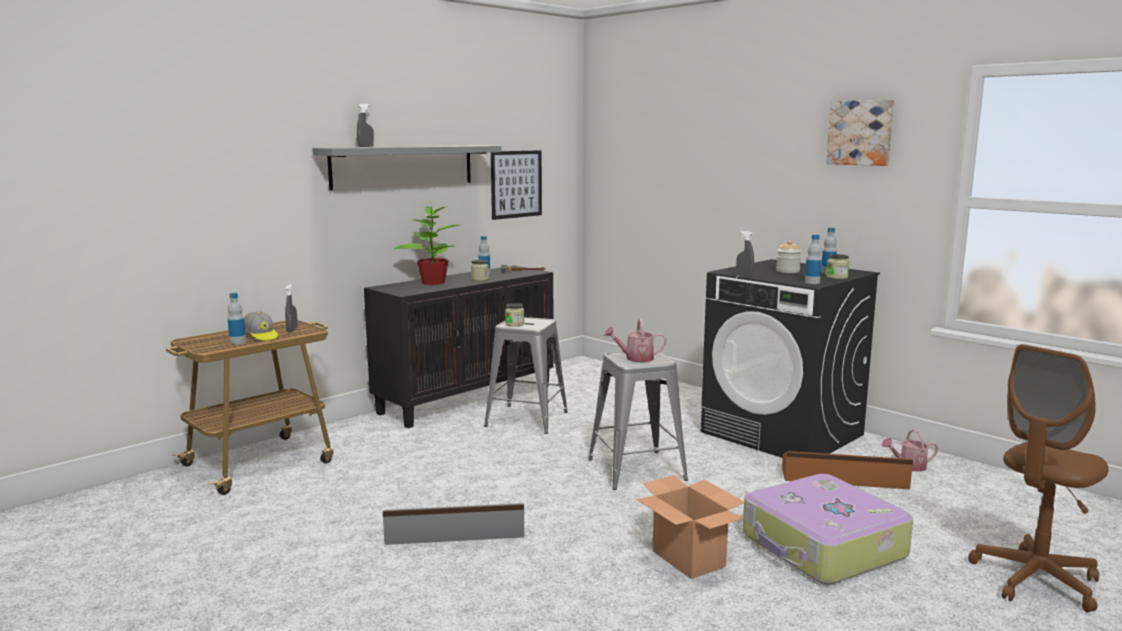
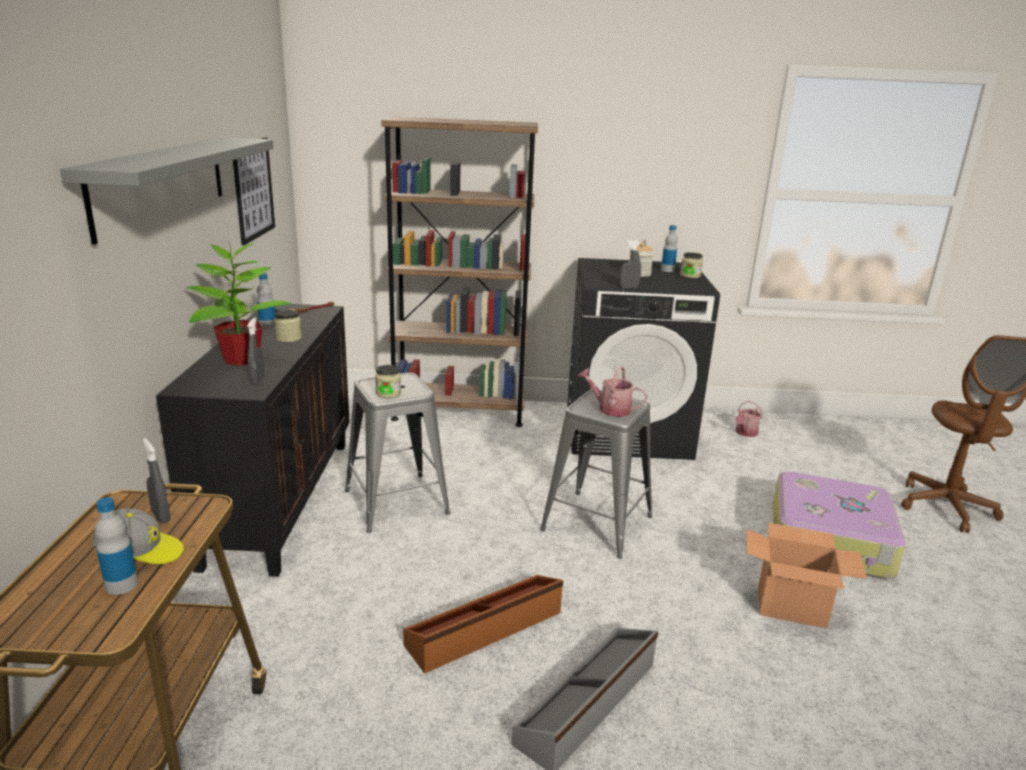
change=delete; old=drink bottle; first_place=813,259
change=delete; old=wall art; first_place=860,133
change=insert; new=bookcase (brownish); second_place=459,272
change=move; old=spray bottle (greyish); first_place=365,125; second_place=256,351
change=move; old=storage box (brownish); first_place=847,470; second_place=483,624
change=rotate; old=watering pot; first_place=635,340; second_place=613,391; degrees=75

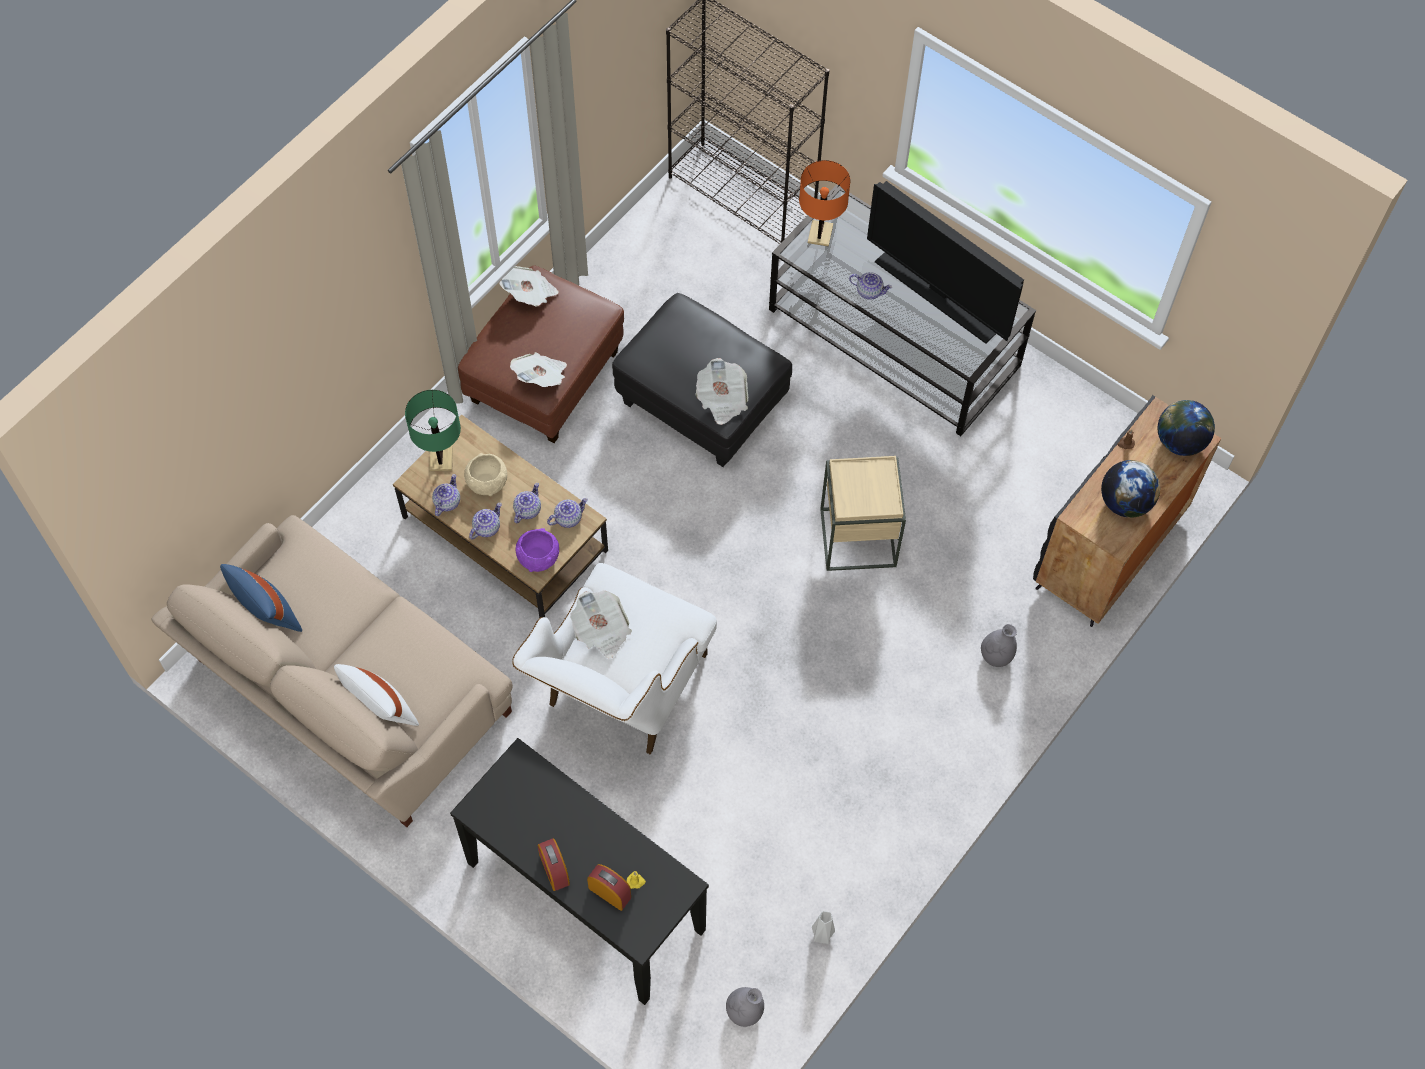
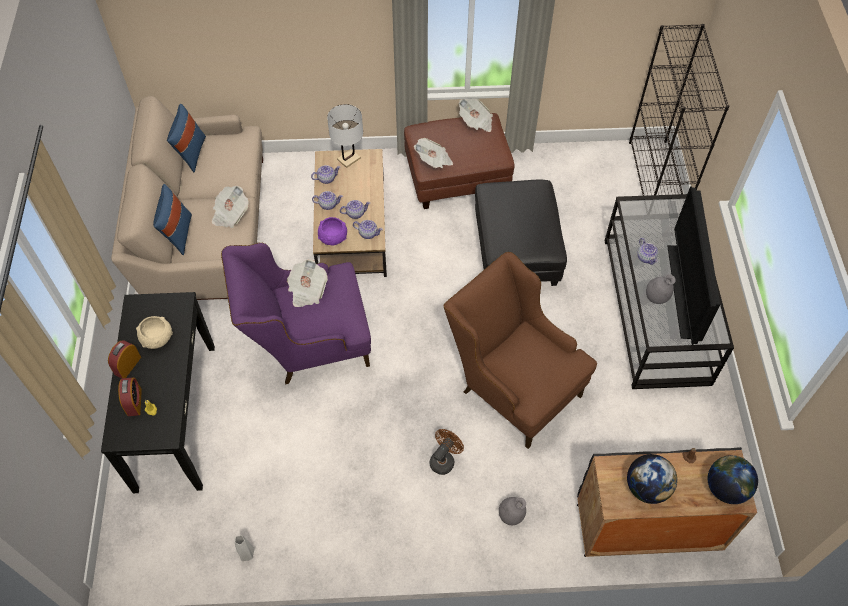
change=delete; old=lamp for a table (orange); first_place=824,203
change=insert; new=cooling fan (brownish); second_place=447,452
change=move; old=deep dish (beige); first_place=485,474; second_place=154,332
change=move; old=daily paper; first_place=721,391; second_place=230,207
change=move; old=flower vase (greyish); first_place=745,1007; second_place=661,289
change=replace; old=end table (beige); new=lounge chair (brownish); first_place=863,513; second_place=520,350
change=recolor; old=cushion (white); new=cushion (bluish); first_place=376,695; second_place=172,219
change=recolor; old=lamp for a table (green-coloured); new=lamp for a table (white); first_place=433,430; second_place=345,136
change=recolor; old=lounge chair (white); new=lounge chair (purple); first_place=614,659; second_place=296,313

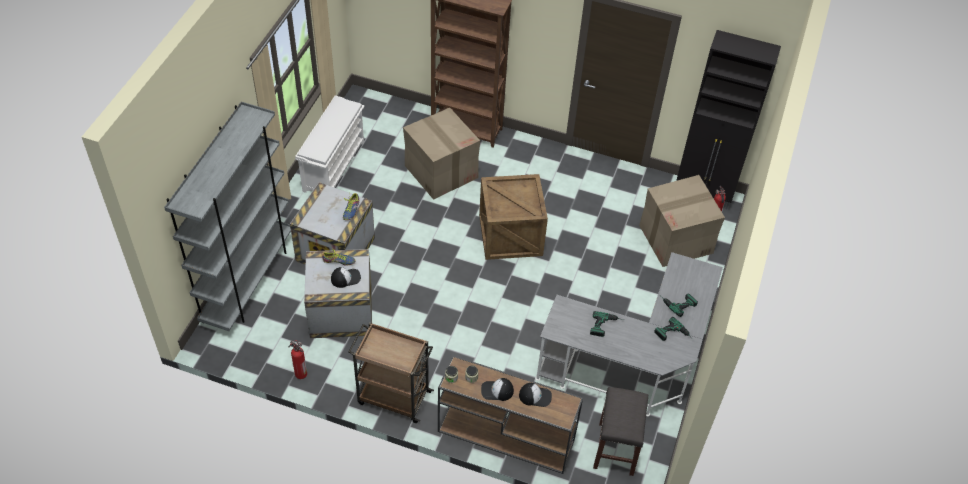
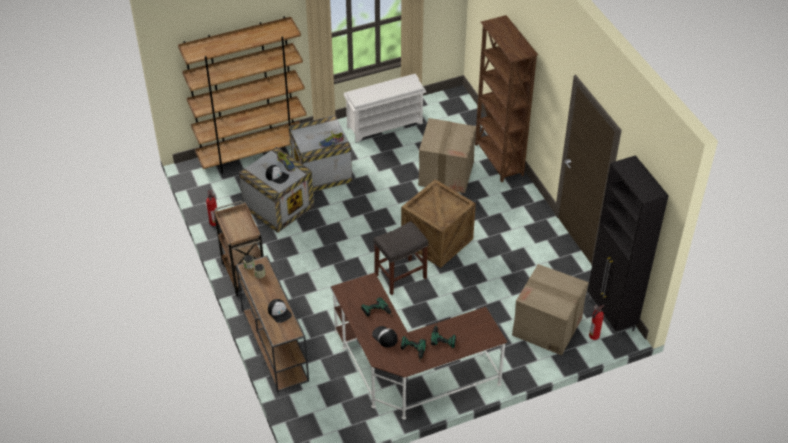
change=move; old=peaked cap; first_place=497,389; second_place=385,336
change=move; old=stool seat (greyish); first_place=620,431; second_place=401,258
change=recolor; old=bookcase (greyish); new=bookcase (brownish); first_place=227,216; second_place=242,95
change=recolor; old=desk (greyish); new=desk (brownish); first_place=629,334; second_place=419,346

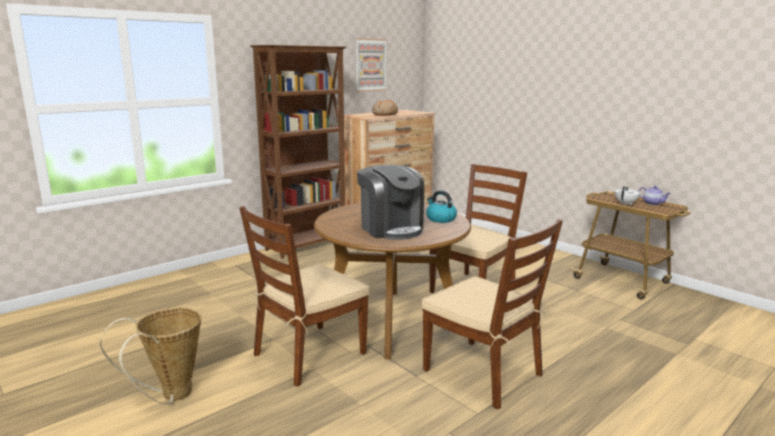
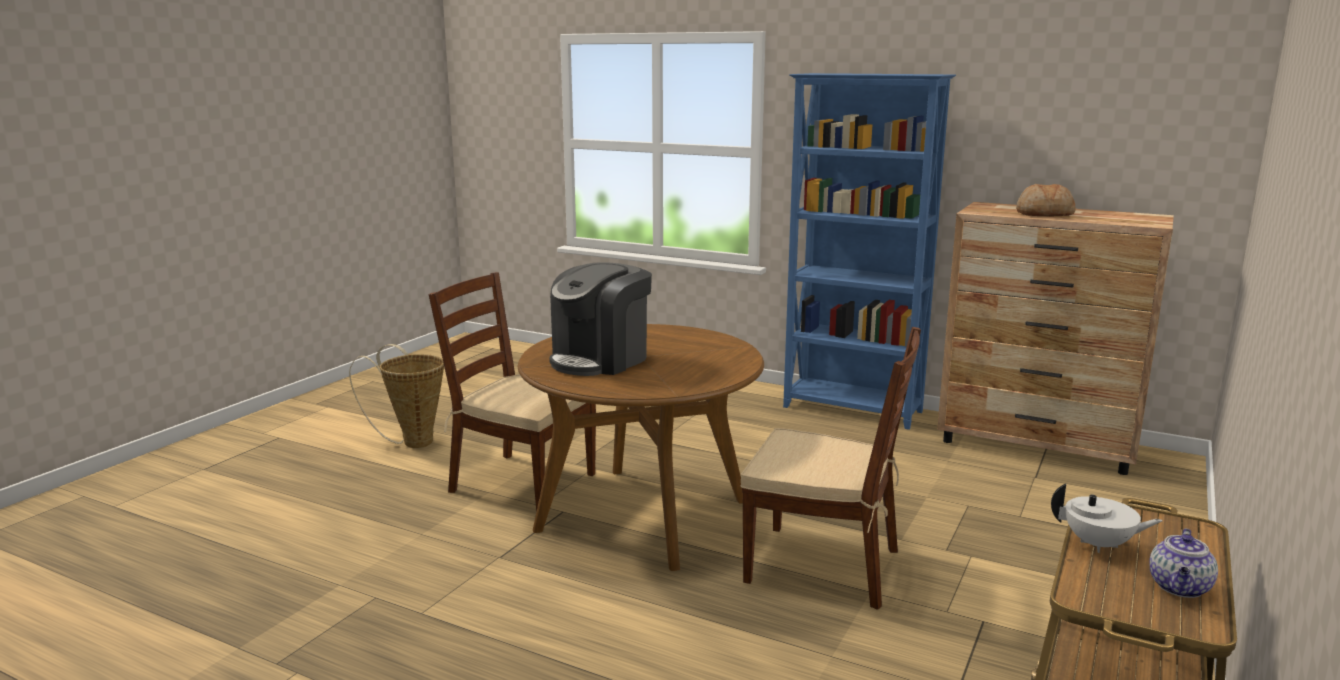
change=delete; old=wall art; first_place=371,65
change=delete; old=plain chair (brownish); first_place=492,314
change=delete; old=kettle; first_place=441,207
change=recolor; old=bookcase (brownish); new=bookcase (bluish); first_place=298,152; second_place=869,251

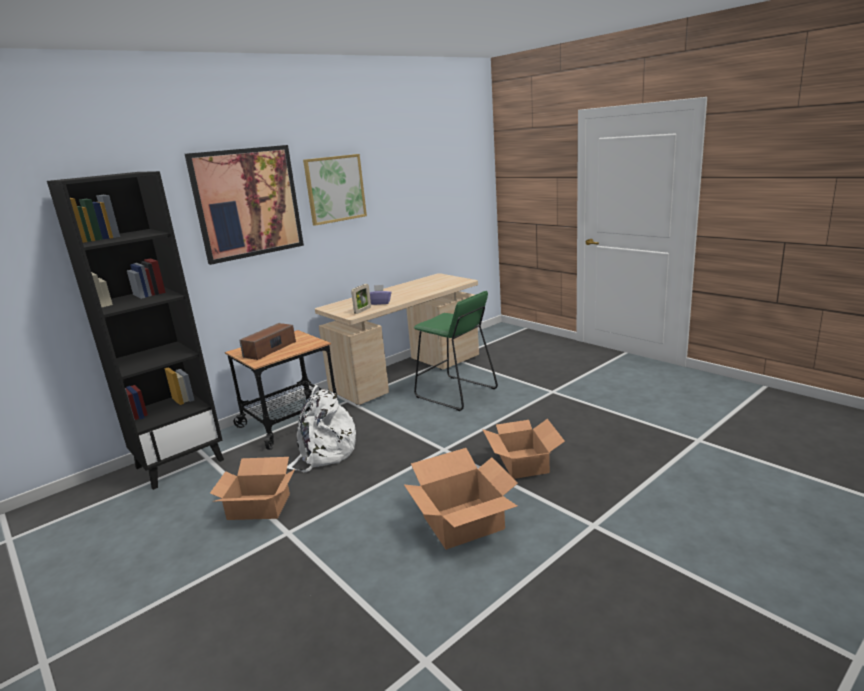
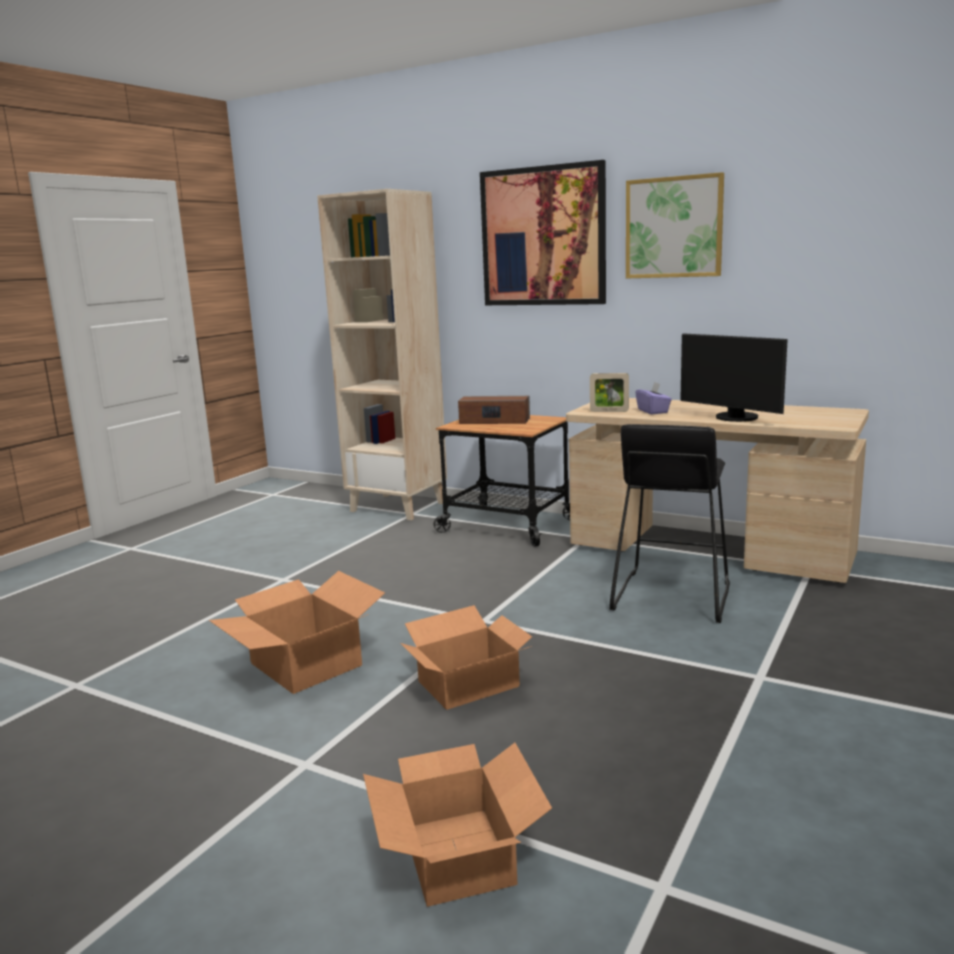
change=delete; old=knapsack (white); first_place=321,428
change=insert; new=computer screen; second_place=734,377
change=move; old=packing box; first_place=252,488; second_place=457,825
change=recolor; old=bookcase (blackish); new=bookcase (beige); first_place=135,330; second_place=382,354
change=recolor; old=stool seat (green-coloured); new=stool seat (blackish); first_place=456,351; second_place=670,523

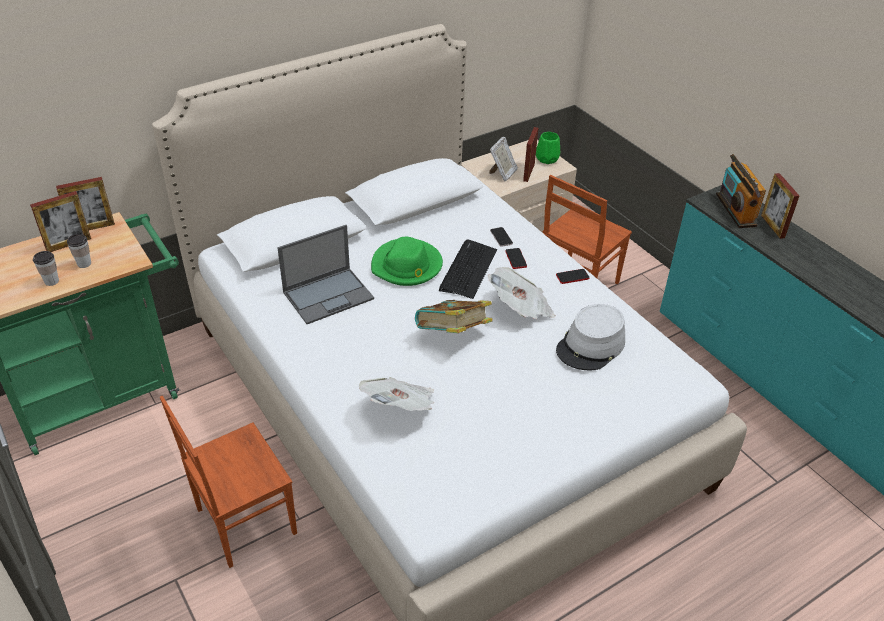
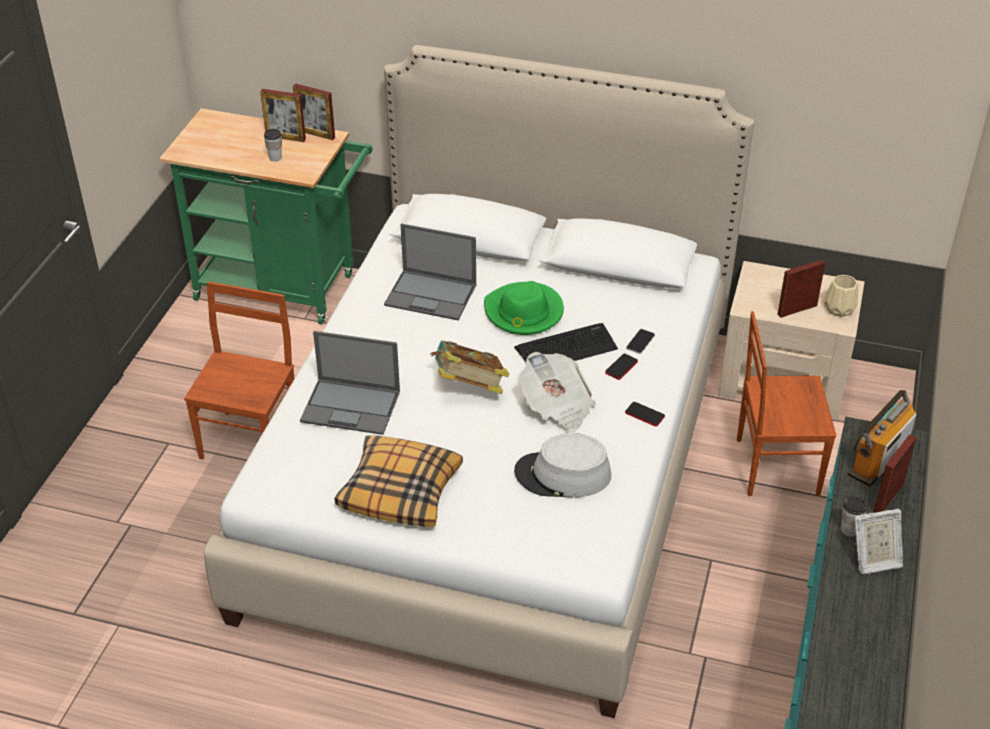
change=insert; new=cushion; second_place=399,481
change=move; old=cup; first_place=46,268; second_place=854,516
change=move; old=picture frame; first_place=503,159; second_place=878,541
change=replace; old=daily paper; new=portable computer; first_place=396,394; second_place=350,383
change=recolor; old=flower vase (green-coloured); new=flower vase (beige); first_place=548,148; second_place=841,296
change=rotate; old=plain chair (brownish); first_place=228,482; second_place=239,370; degrees=90

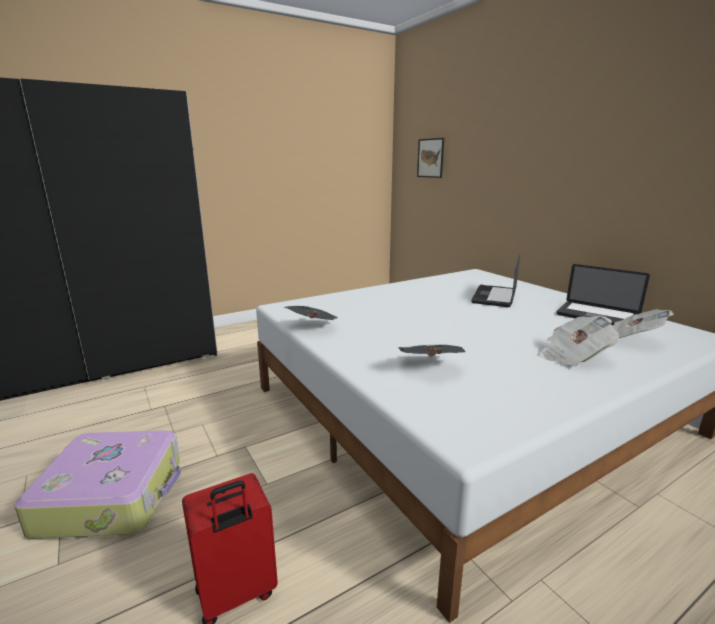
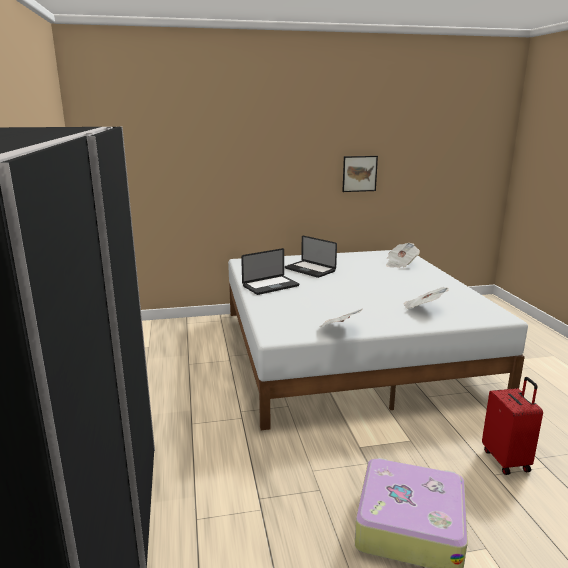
change=delete; old=daily paper; first_place=579,341
change=move; old=wall art; first_place=430,158; second_place=360,174
change=move; old=portable computer; first_place=603,294; second_place=270,271

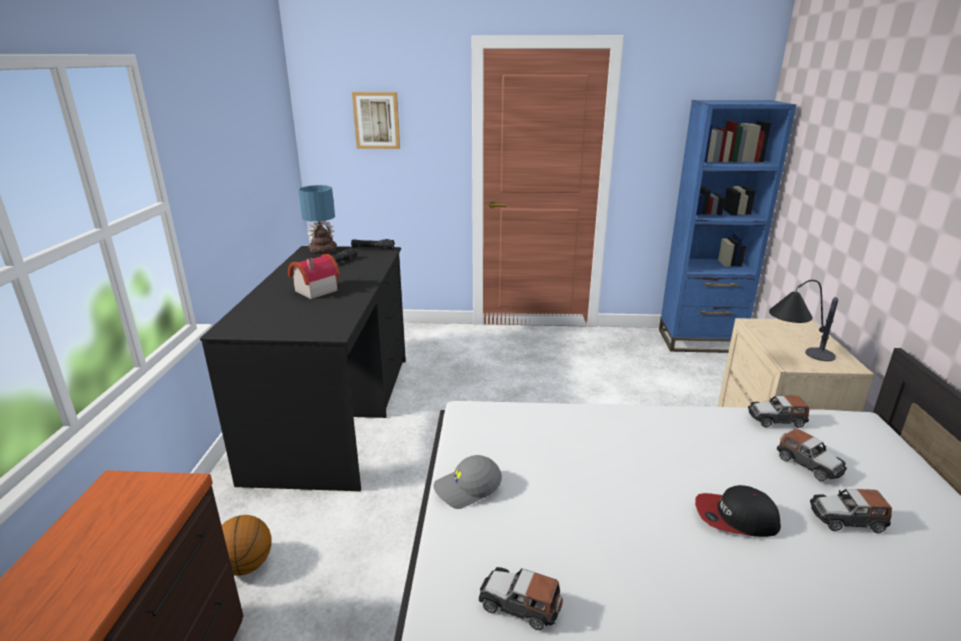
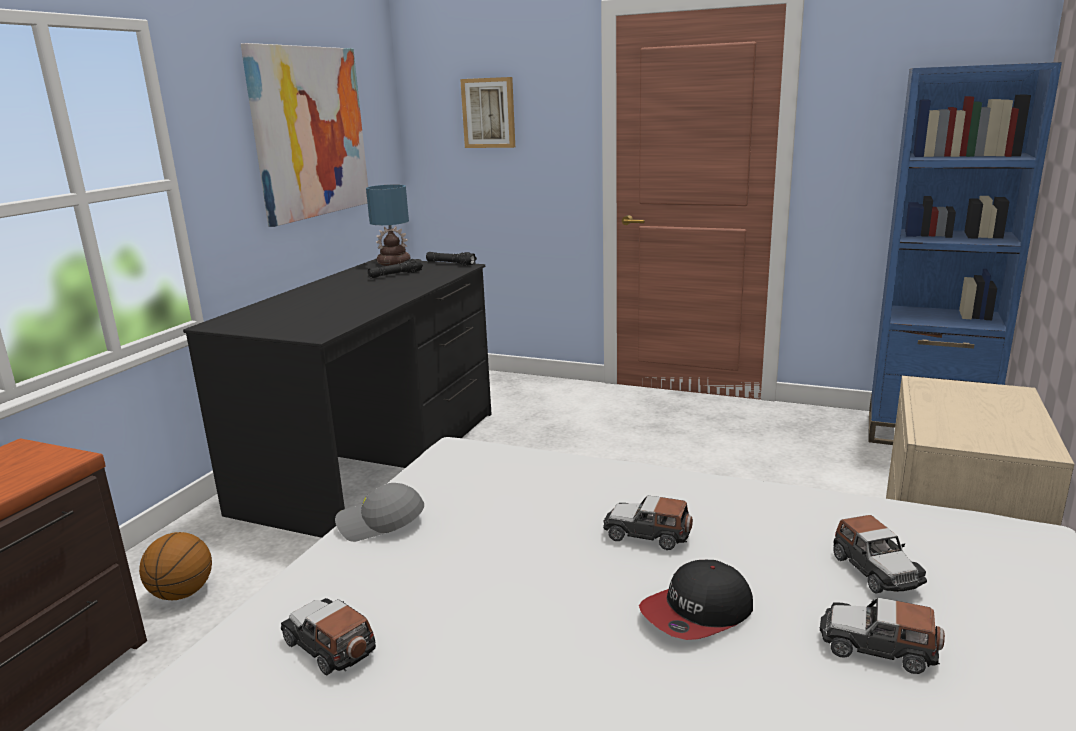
change=delete; old=model house; first_place=314,276
change=delete; old=lamp for a table; first_place=803,320
change=insert; new=wall art; second_place=304,135
change=move; old=toy car; first_place=778,412; second_place=648,523
change=rotate; old=peaked cap; first_place=738,511; second_place=696,600; degrees=-60

